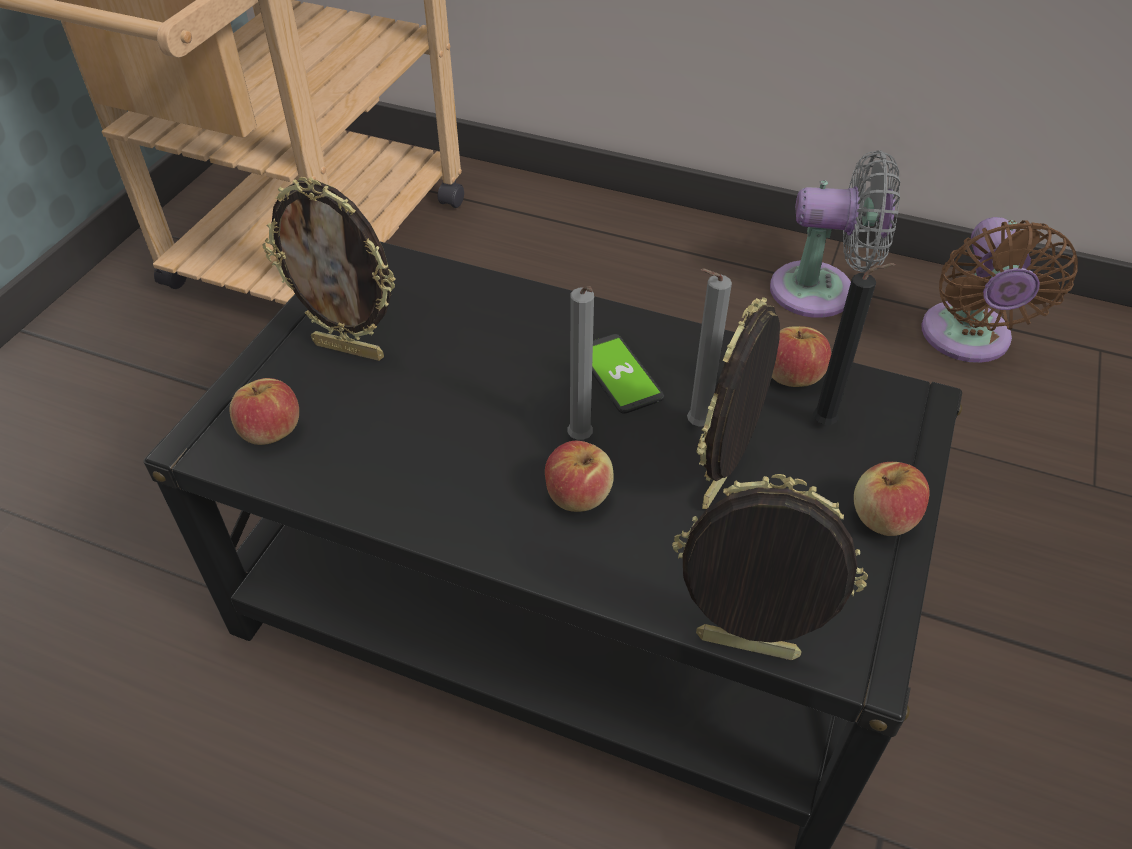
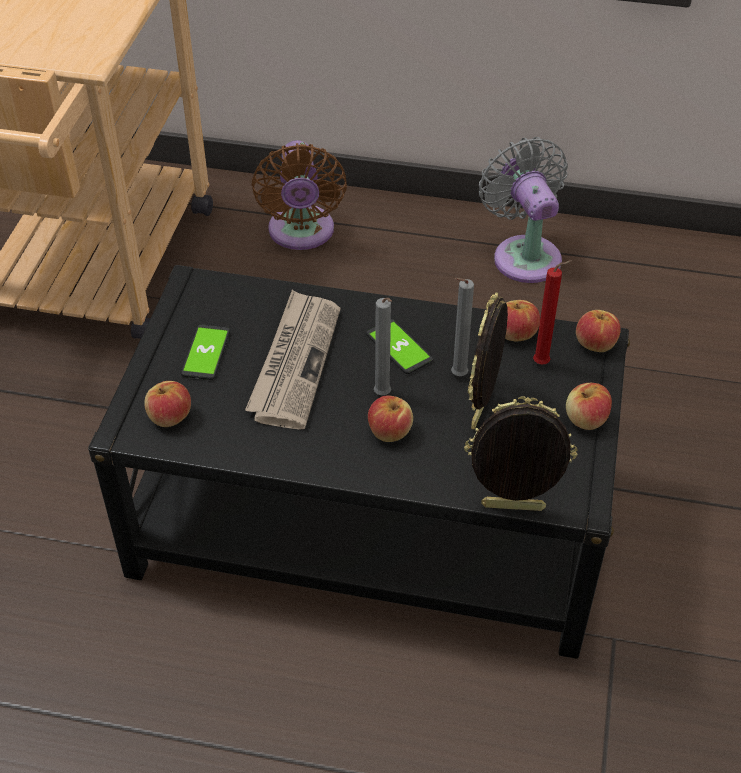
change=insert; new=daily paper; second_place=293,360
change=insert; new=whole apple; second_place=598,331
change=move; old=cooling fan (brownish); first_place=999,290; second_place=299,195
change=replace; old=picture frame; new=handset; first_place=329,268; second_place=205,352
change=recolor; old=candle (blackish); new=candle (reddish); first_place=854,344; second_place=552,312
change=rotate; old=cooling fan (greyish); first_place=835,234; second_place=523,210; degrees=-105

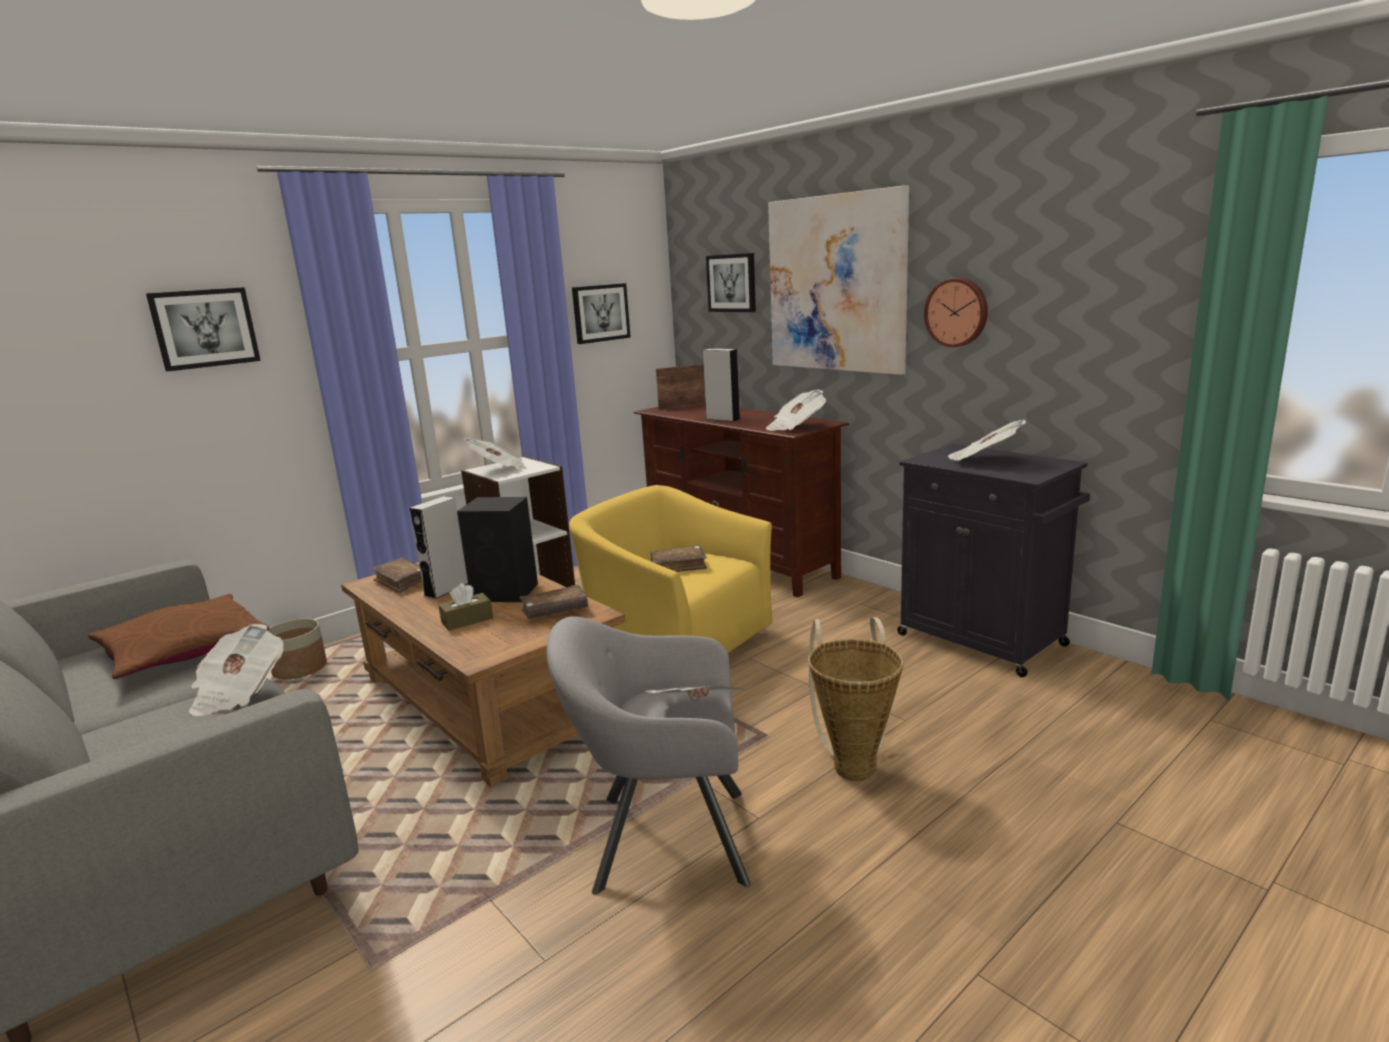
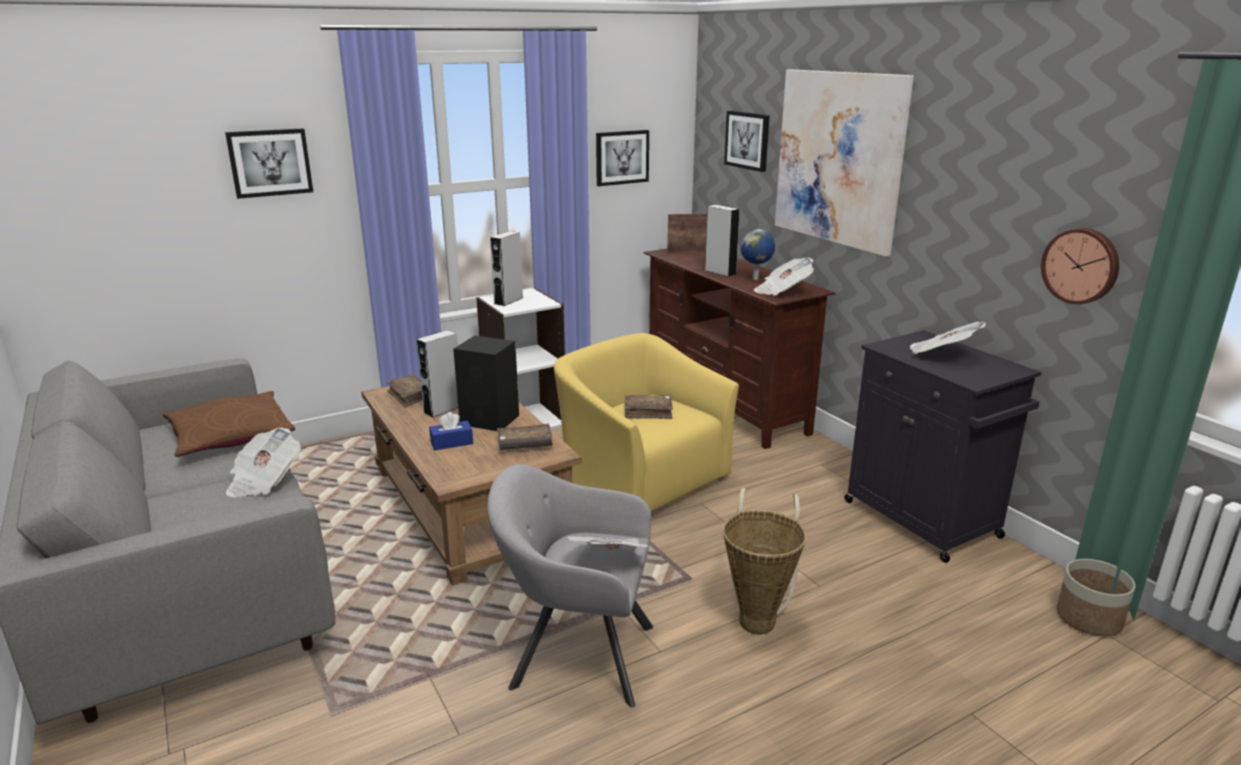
change=insert; new=globe; second_place=757,254
change=move; old=planter; first_place=298,648; second_place=1095,598
change=move; old=wall clock; first_place=956,312; second_place=1080,266
change=replace; old=daily paper; new=audio speaker (greyish); first_place=495,453; second_place=506,268
change=recolor; old=tissue holder (brownish); new=tissue holder (bluish); first_place=465,607; second_place=451,431

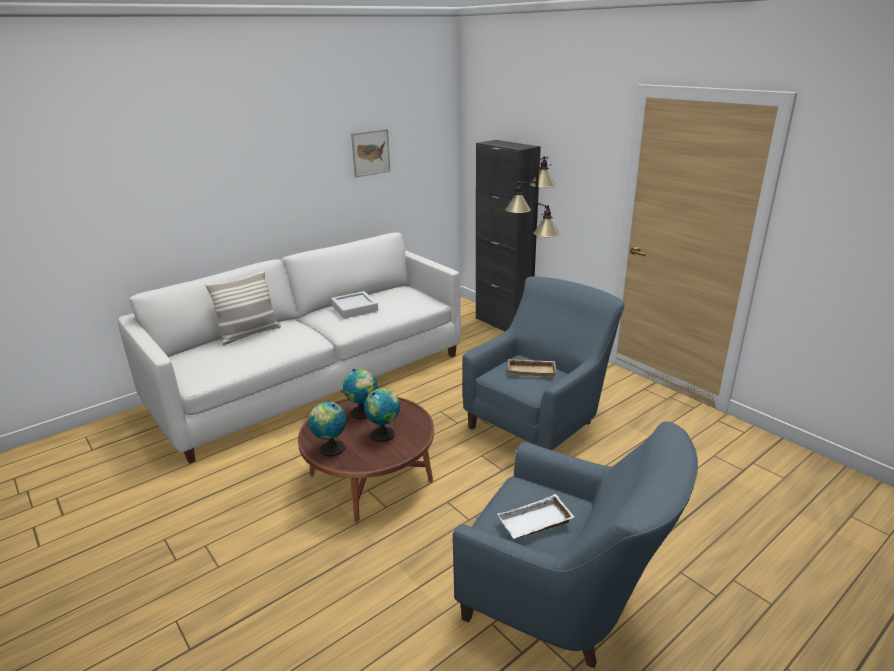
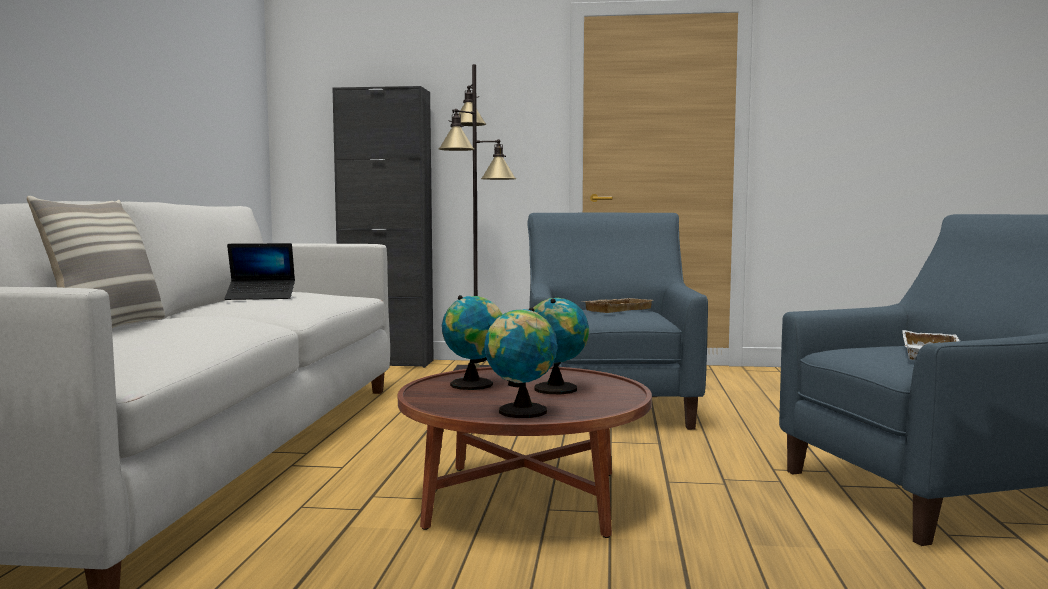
change=delete; old=wall art; first_place=370,153
change=replace; old=tray (greyish); new=portable computer; first_place=354,305; second_place=259,271

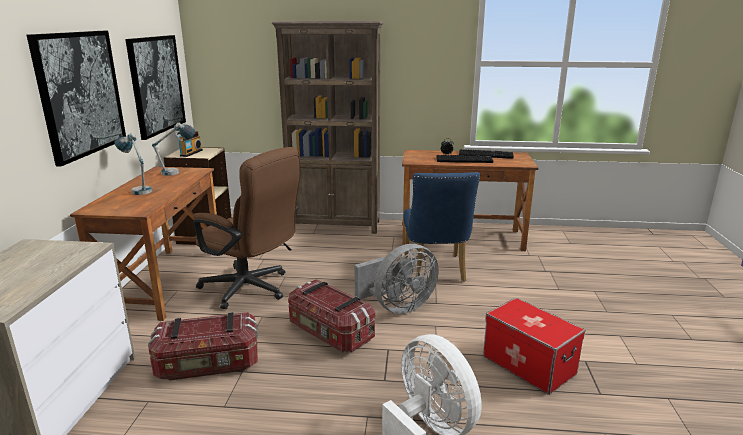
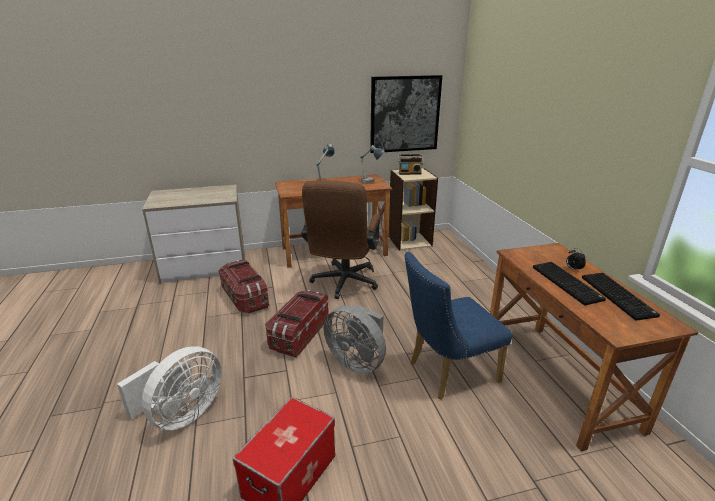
change=delete; old=wall art; first_place=76,98
change=delete; old=bookcase (brownish); first_place=328,127

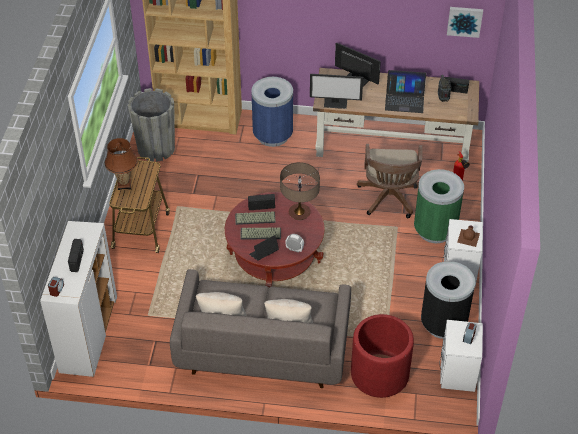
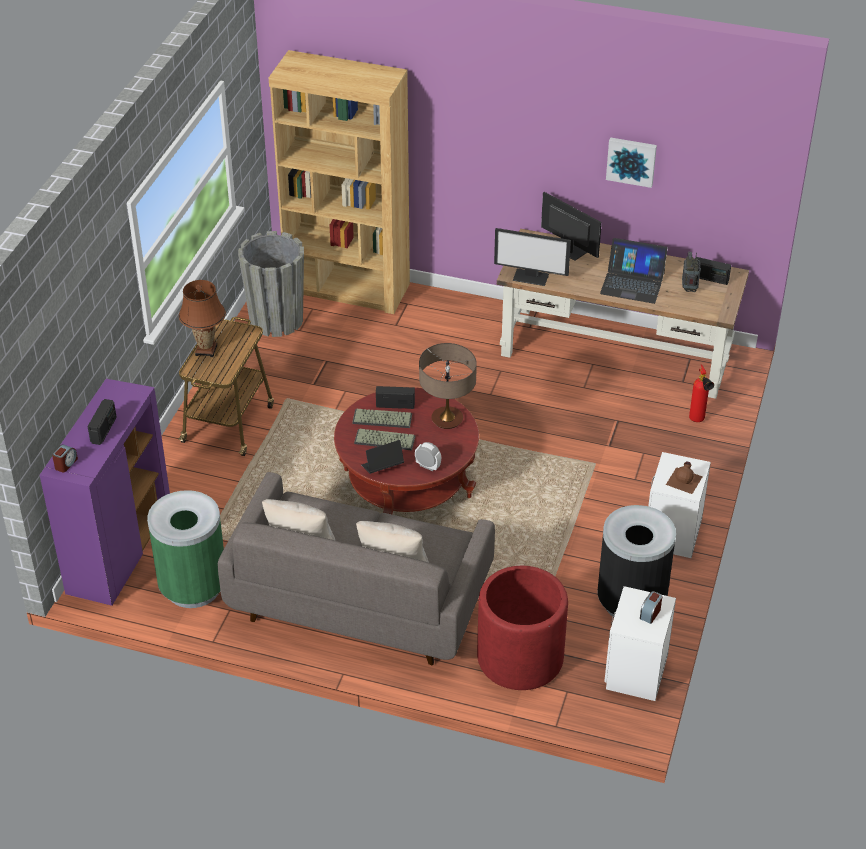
change=delete; old=waste bin (bluish); first_place=272,112
change=delete; old=computer chair (brownish); first_place=390,181
change=move; old=waste bin (green-coloured); first_place=439,206; second_place=185,549
change=move; old=wall art; first_place=465,22; second_place=631,162
change=recolor; old=cupboard (white); new=cupboard (purple); first_place=78,299; second_place=105,492

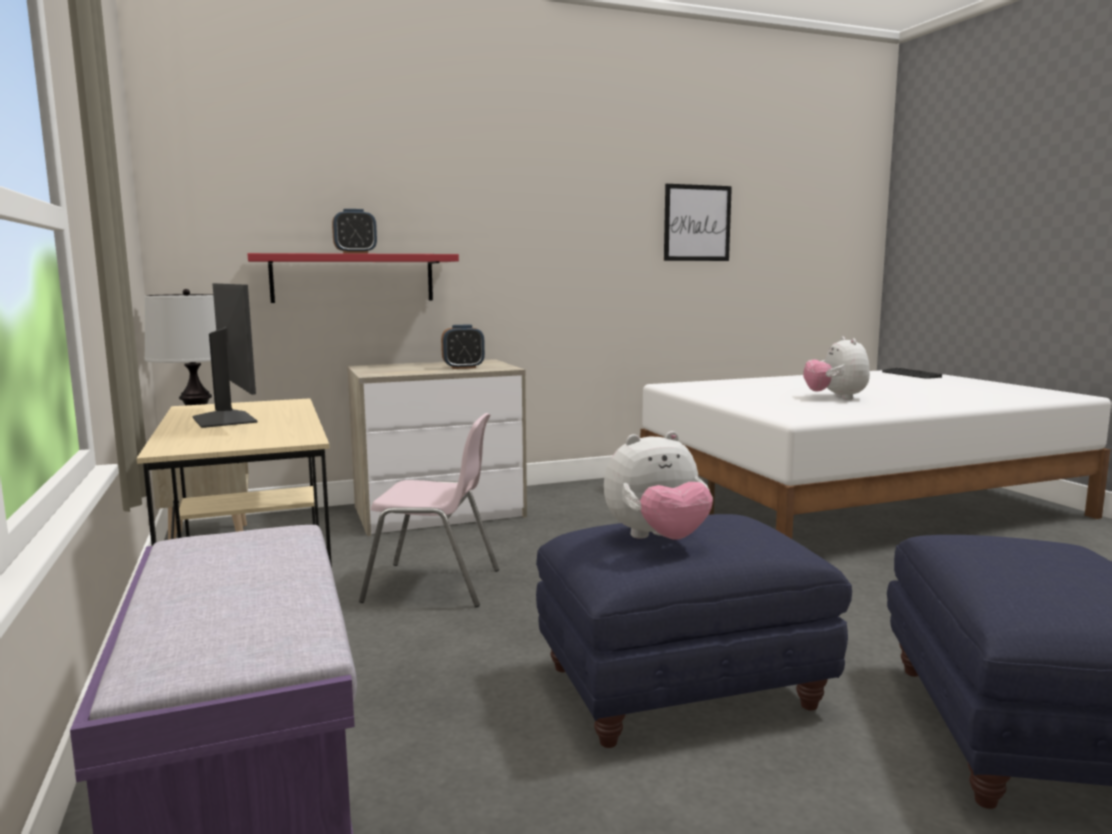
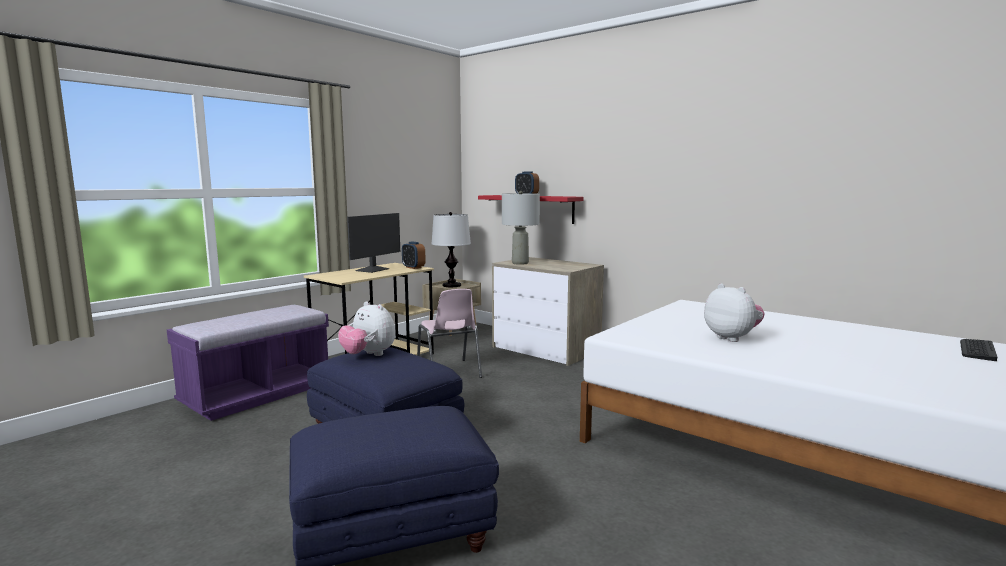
change=delete; old=wall art; first_place=698,222
change=insert; new=lamp for a table (greyish); second_place=521,228
change=move; old=table clock; first_place=463,347; second_place=414,255
change=rotate; old=cuddly toy; first_place=836,368; second_place=734,312; degrees=90

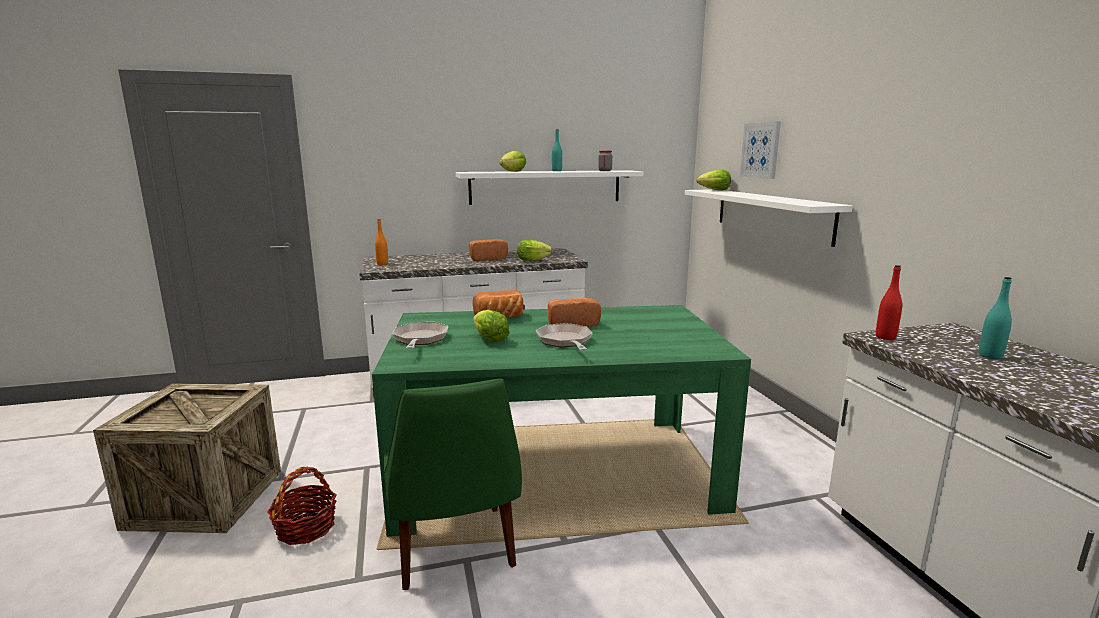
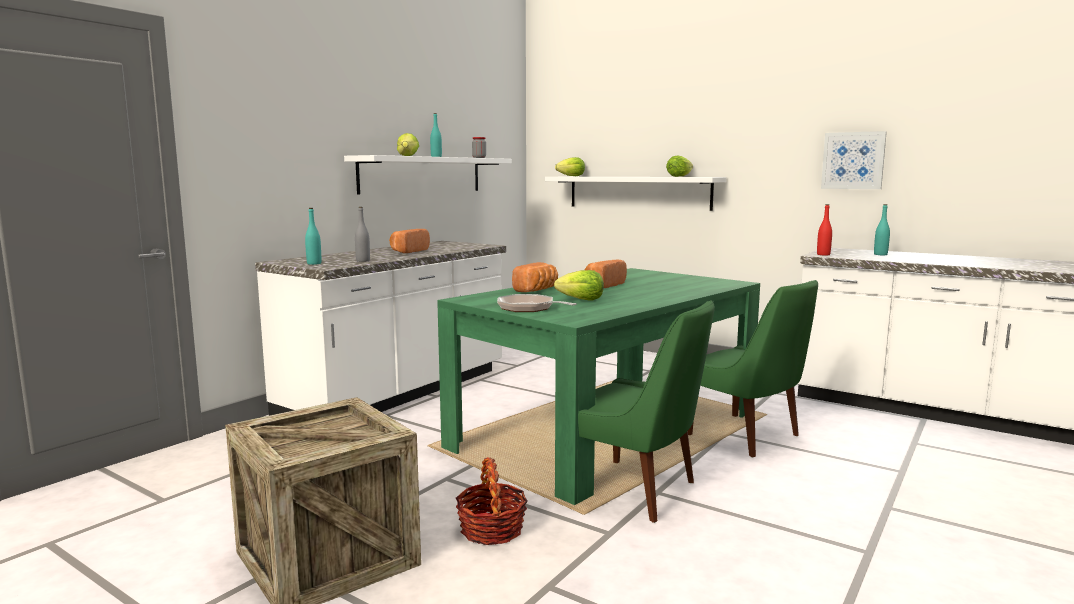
change=delete; old=skillet; first_place=564,337
change=insert; new=drink bottle (greyish); second_place=362,234
change=insert; new=plain chair (green-coloured); second_place=753,368
change=move; old=lettuce head; first_place=534,250; second_place=679,166
change=move; old=wall art; first_place=760,150; second_place=854,160
change=recolor; old=drink bottle (orange); new=drink bottle (turquoise); first_place=381,242; second_place=313,236

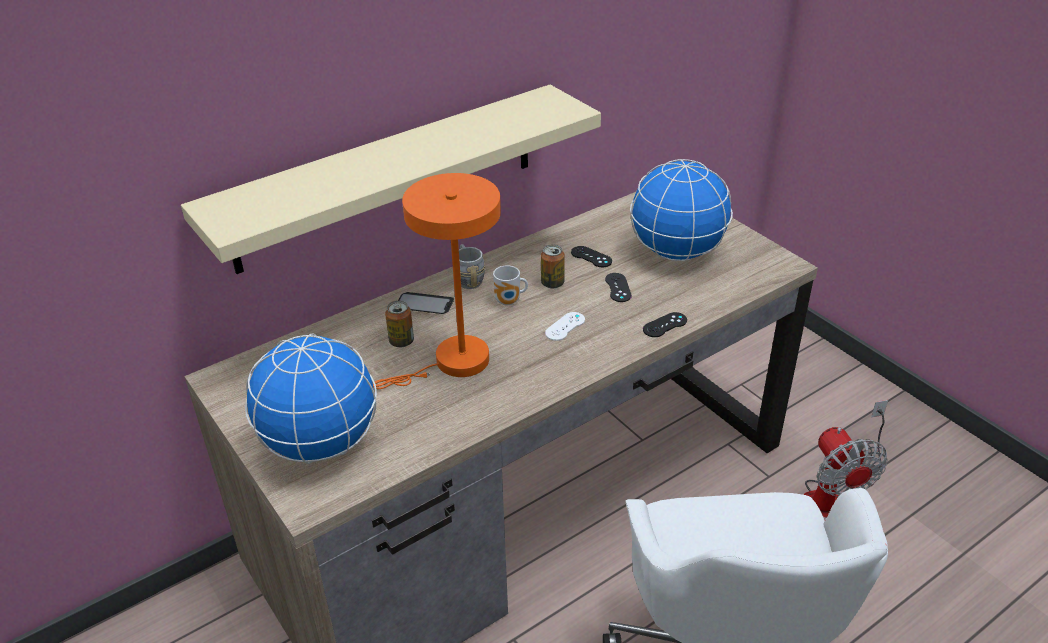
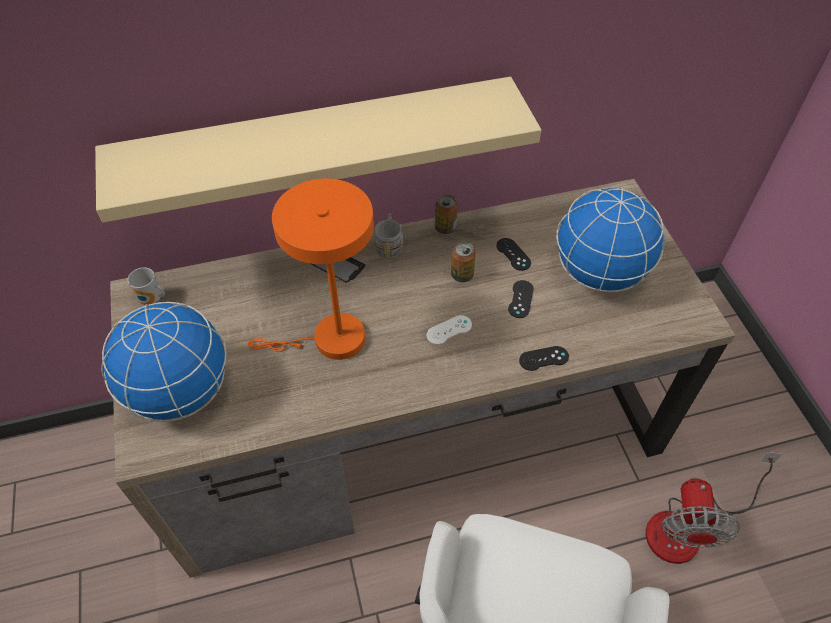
change=move; old=can; first_place=399,324; second_place=446,214
change=move; old=mug; first_place=510,285; second_place=146,286

